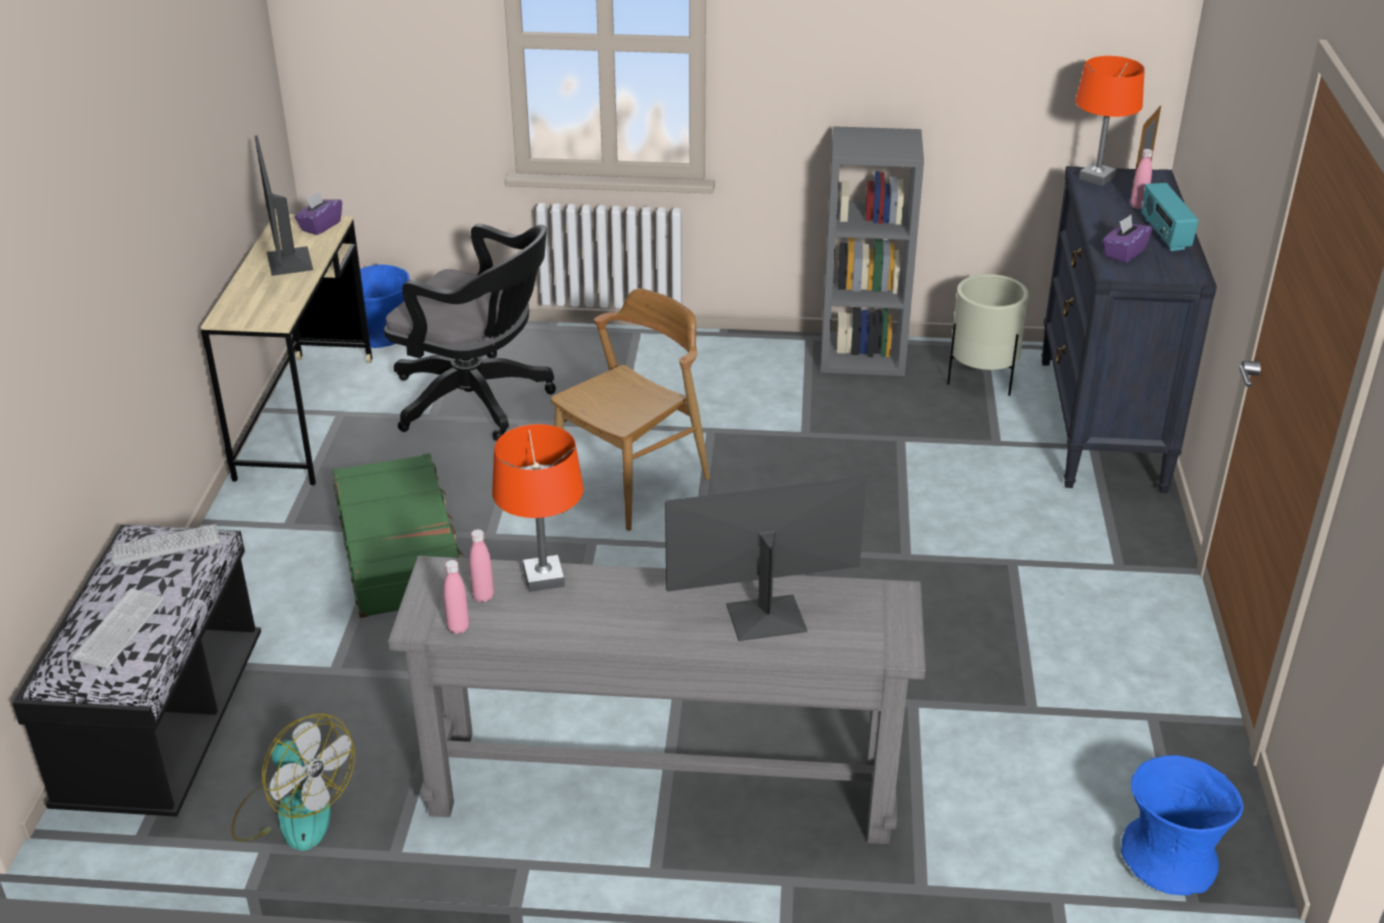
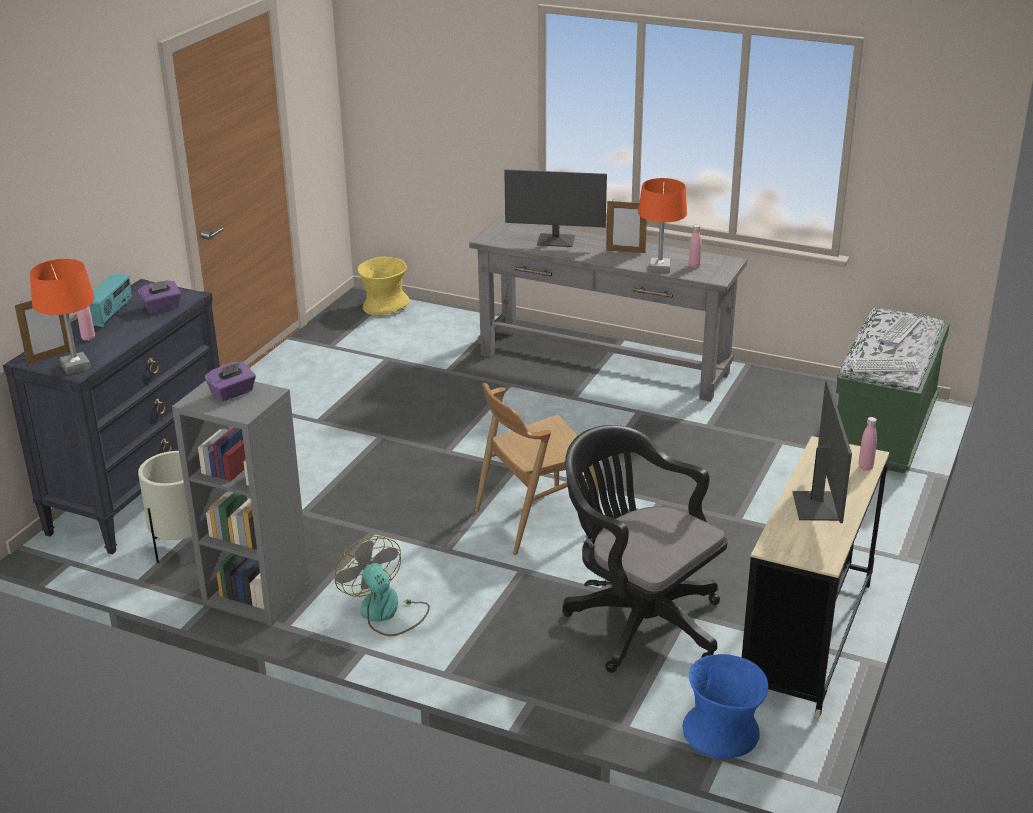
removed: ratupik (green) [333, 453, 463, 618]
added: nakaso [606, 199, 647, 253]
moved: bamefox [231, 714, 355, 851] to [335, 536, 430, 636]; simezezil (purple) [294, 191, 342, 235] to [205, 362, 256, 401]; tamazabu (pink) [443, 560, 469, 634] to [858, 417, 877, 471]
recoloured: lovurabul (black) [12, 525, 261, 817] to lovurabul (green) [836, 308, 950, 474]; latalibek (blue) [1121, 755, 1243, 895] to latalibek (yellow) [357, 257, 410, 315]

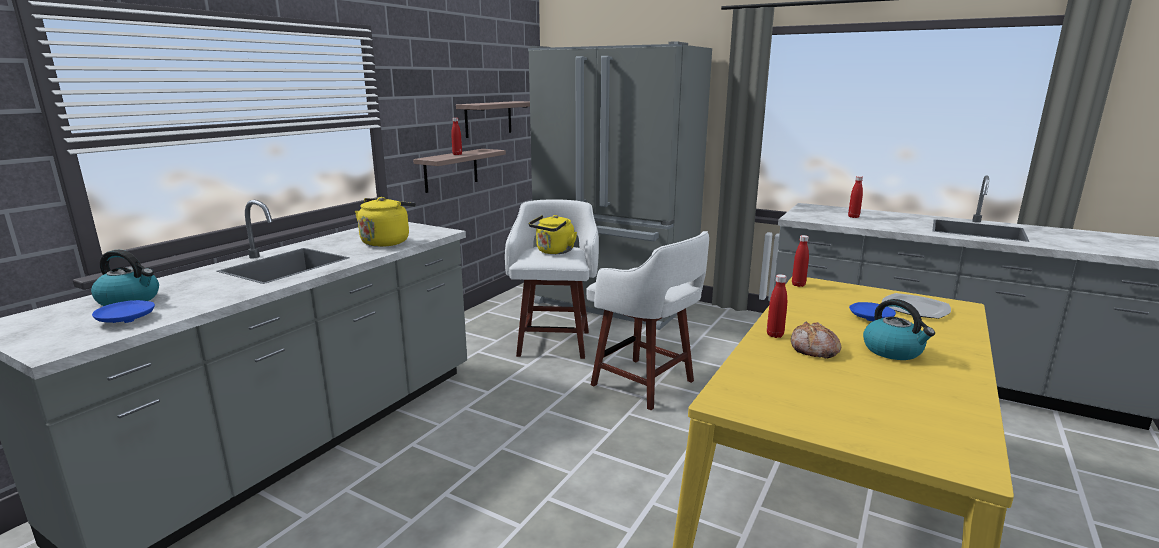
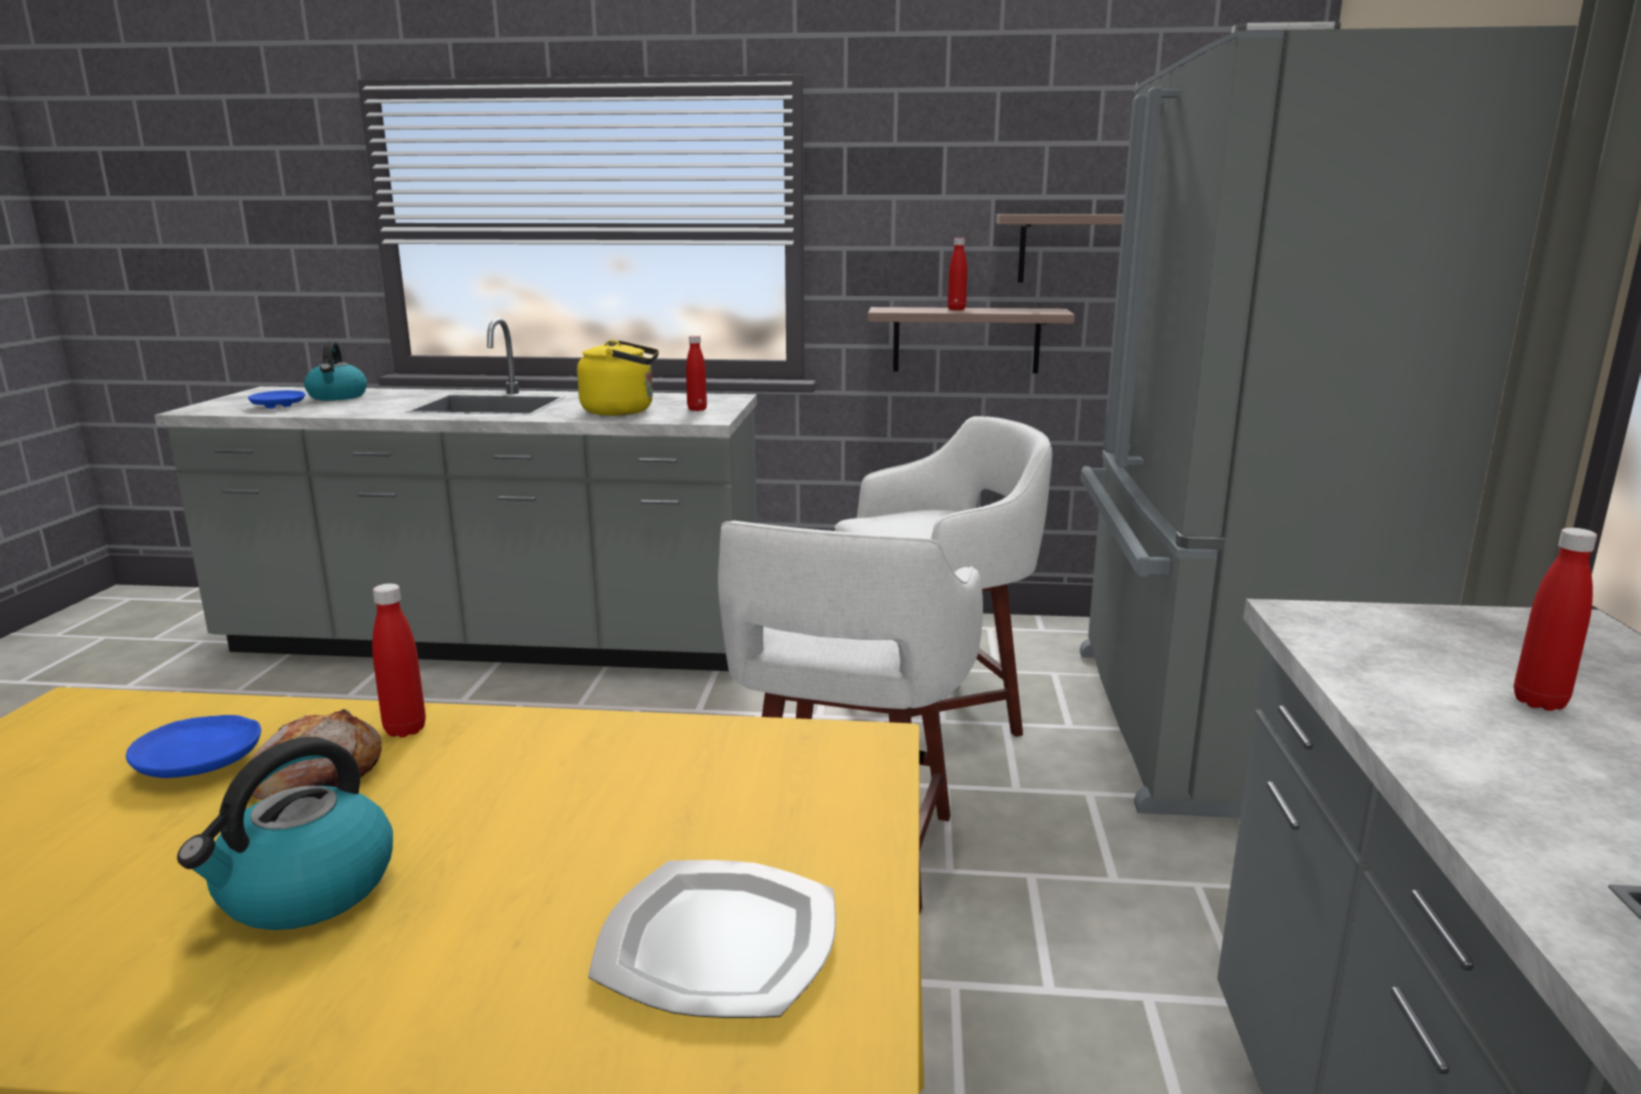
removed: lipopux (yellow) [529, 215, 577, 254]
moved: tamazabu (red) [792, 235, 809, 287] to [686, 335, 707, 411]; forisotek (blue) [849, 302, 896, 321] to [126, 715, 261, 778]

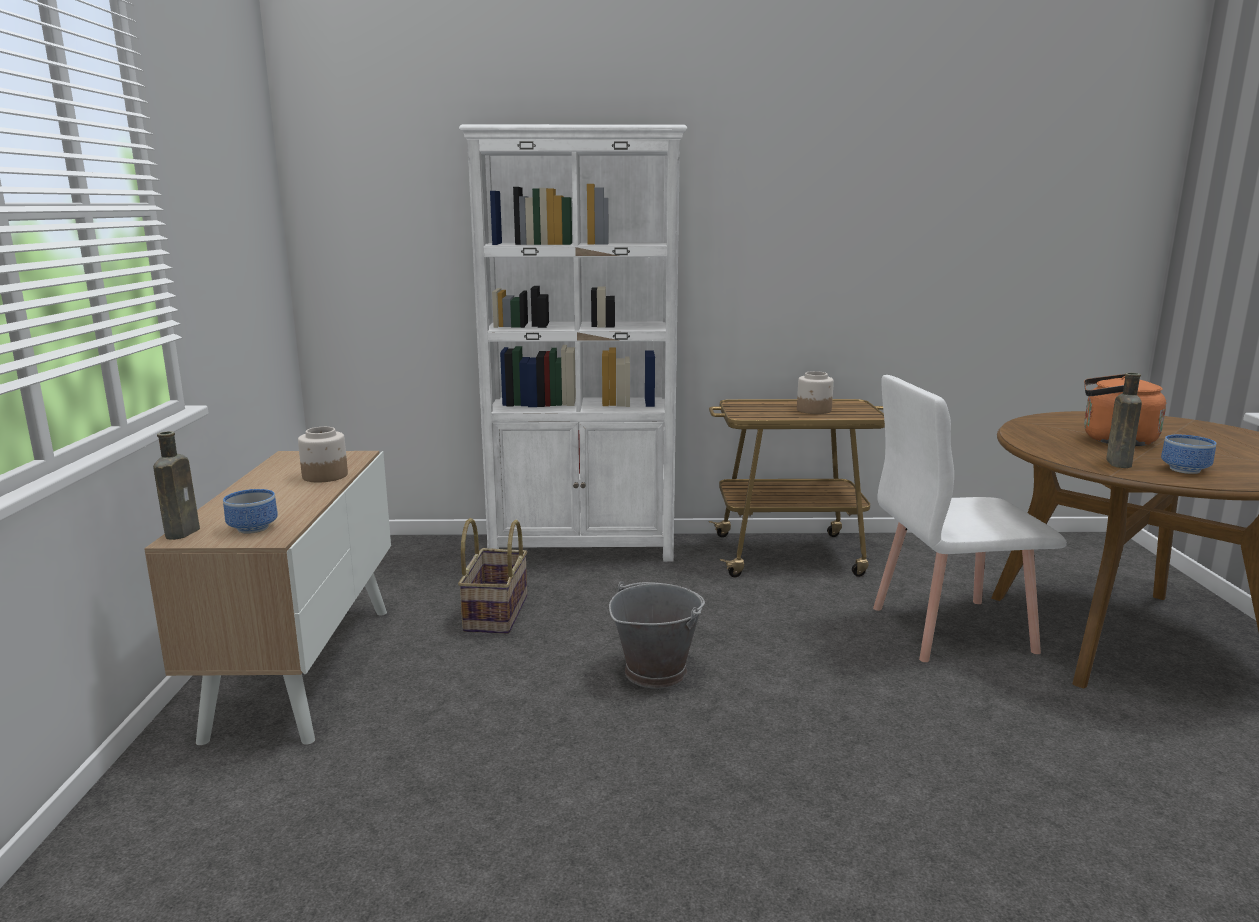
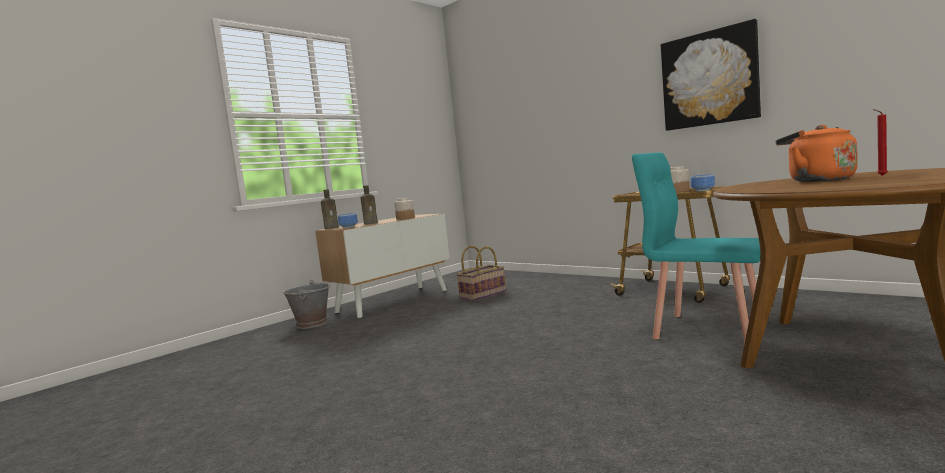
removed: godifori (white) [459, 124, 687, 562]
added: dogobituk [661, 19, 761, 131]; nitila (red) [873, 109, 888, 176]
moved: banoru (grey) [609, 581, 705, 689] to [282, 280, 331, 329]; tamazabu (brown) [1106, 373, 1142, 468] to [361, 185, 378, 225]; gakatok [1161, 435, 1216, 474] to [691, 174, 715, 191]
recoloured: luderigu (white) [873, 375, 1067, 662] to luderigu (turquoise) [632, 152, 760, 344]

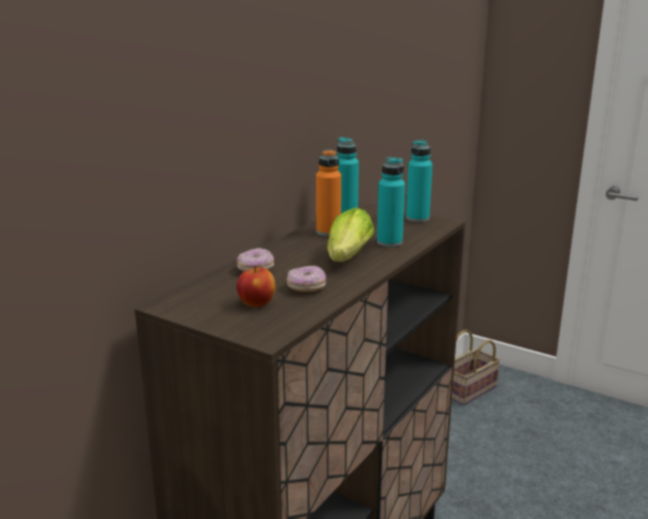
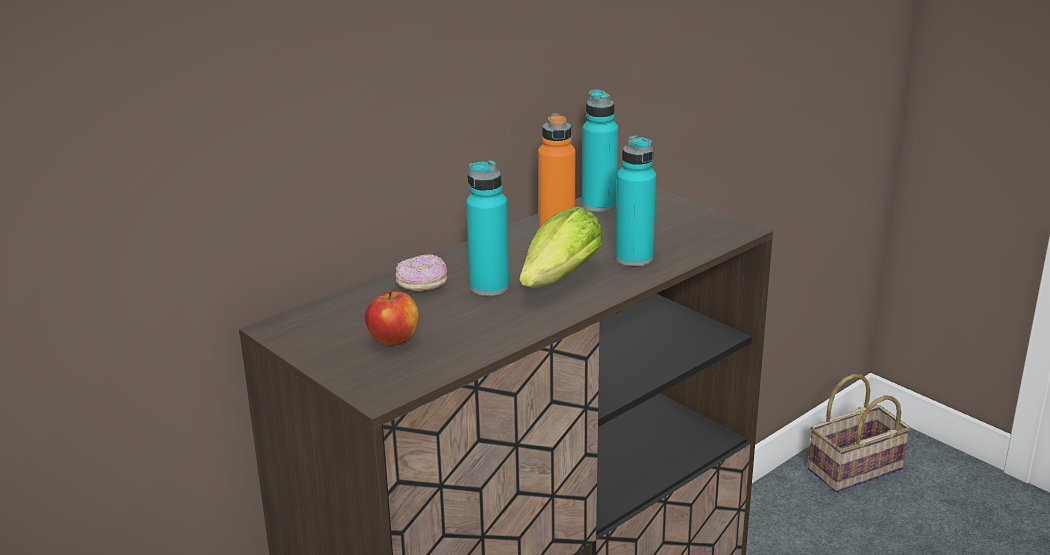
removed: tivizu [287, 265, 326, 292]
moved: tamazabu (turquoise) [406, 140, 433, 222] to [466, 160, 509, 296]

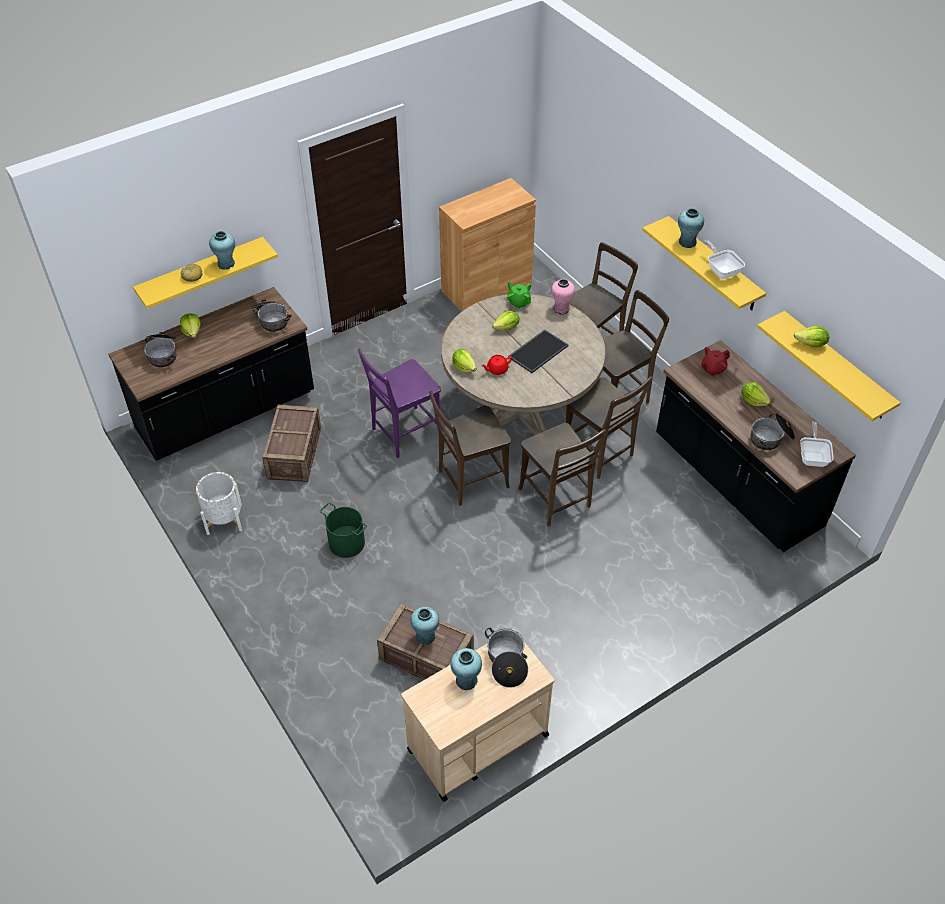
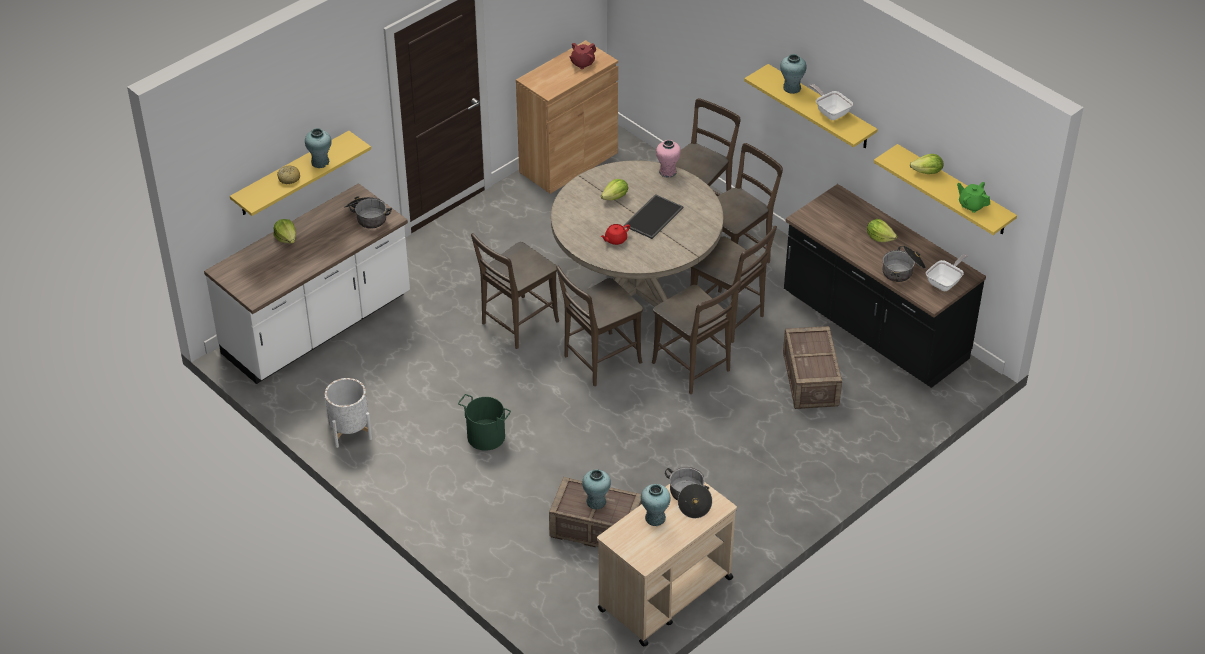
removed: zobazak [144, 332, 176, 367]; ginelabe [452, 349, 477, 372]
moved: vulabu [262, 404, 321, 482] to [783, 326, 842, 409]; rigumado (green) [507, 282, 531, 309] to [957, 182, 990, 213]; rigumado (red) [701, 347, 730, 376] to [569, 43, 596, 69]
recoloured: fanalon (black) [108, 287, 314, 461] to fanalon (white) [204, 183, 410, 384]; luderigu (purple) [358, 348, 441, 458] to luderigu (brown) [471, 233, 559, 349]
turned: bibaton [800, 422, 834, 467] = [926, 254, 968, 291] 45 degrees clockwise

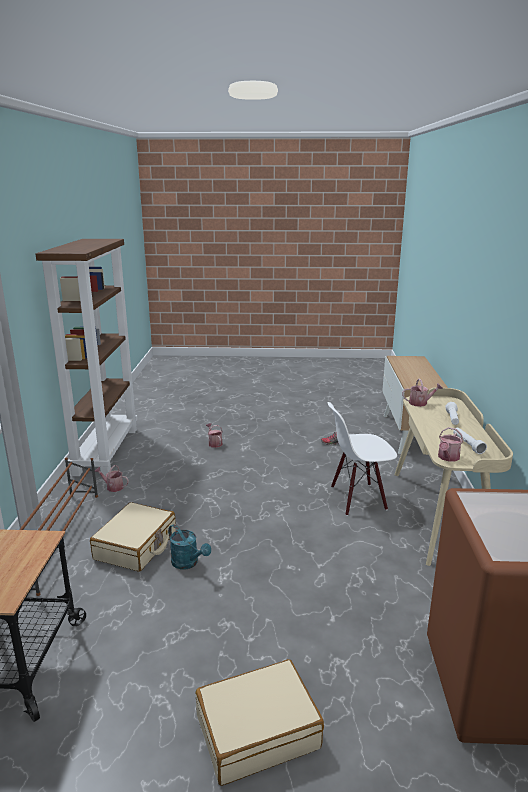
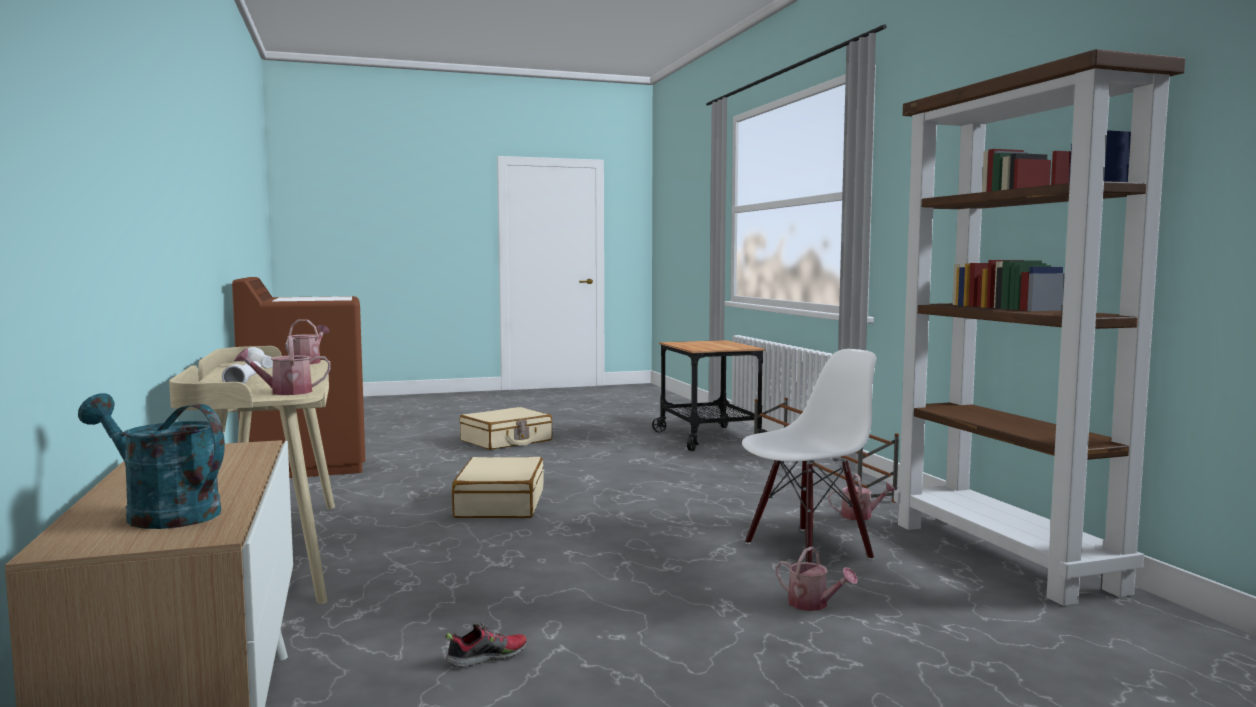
moved: ratupik (beige) [90, 502, 176, 572] to [452, 457, 543, 518]; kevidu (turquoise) [168, 524, 211, 569] to [78, 393, 225, 529]; luderigu (white) [328, 402, 397, 516] to [742, 349, 876, 563]

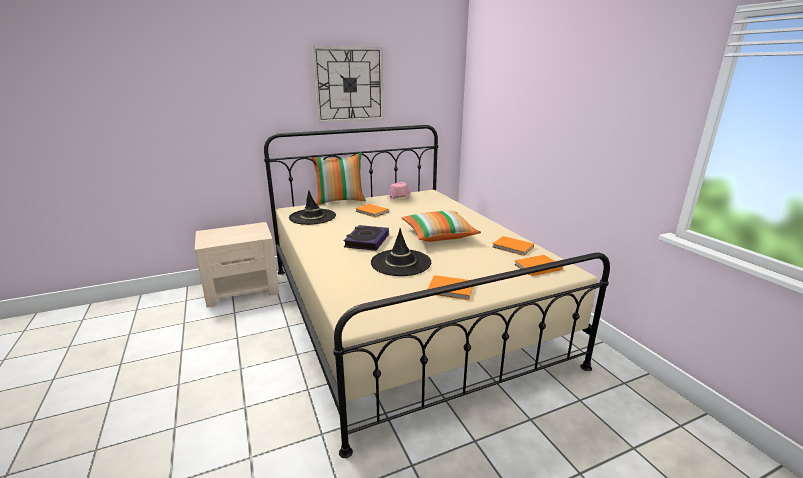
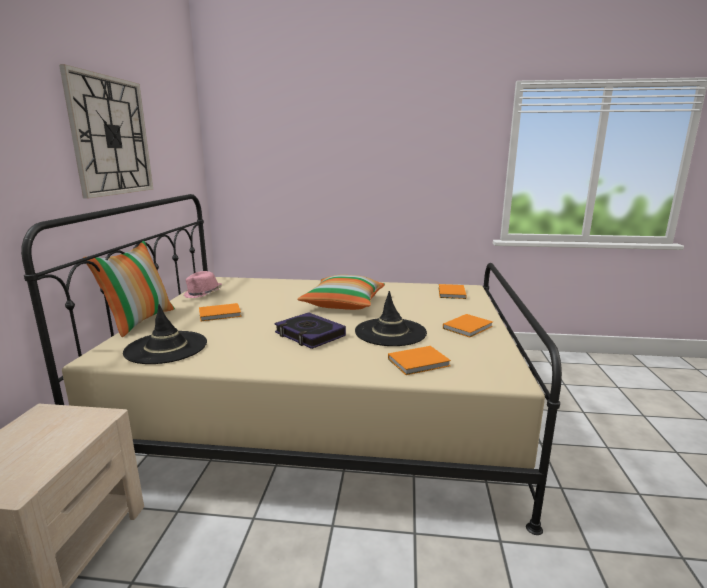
moved: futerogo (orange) [492, 236, 534, 256] to [388, 346, 451, 375]

